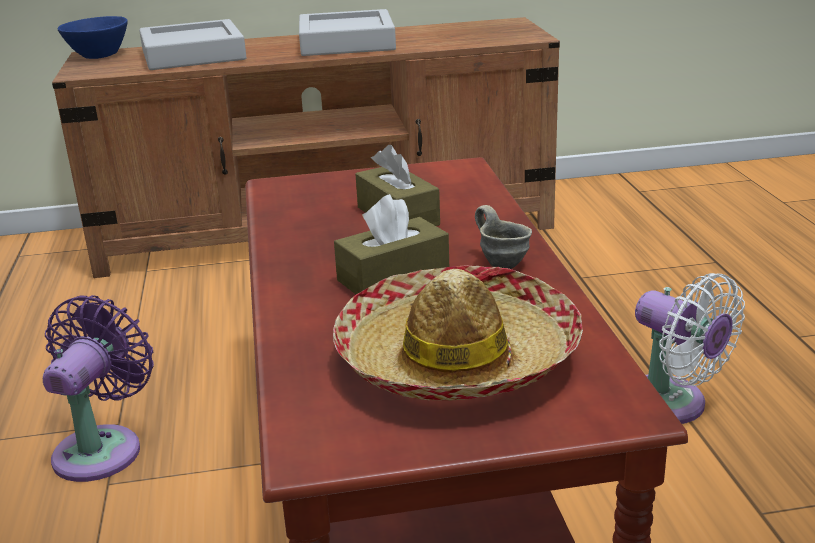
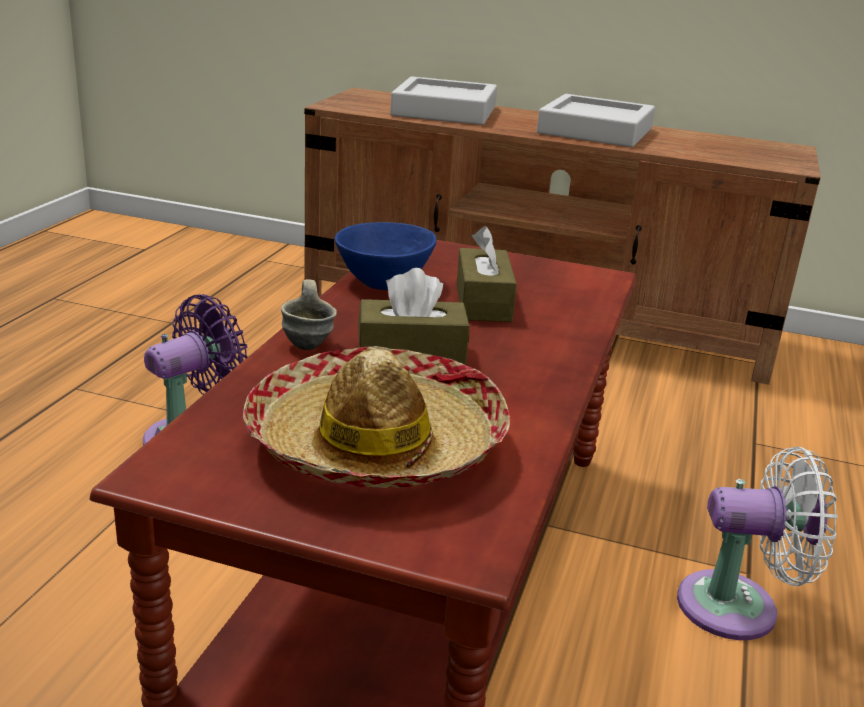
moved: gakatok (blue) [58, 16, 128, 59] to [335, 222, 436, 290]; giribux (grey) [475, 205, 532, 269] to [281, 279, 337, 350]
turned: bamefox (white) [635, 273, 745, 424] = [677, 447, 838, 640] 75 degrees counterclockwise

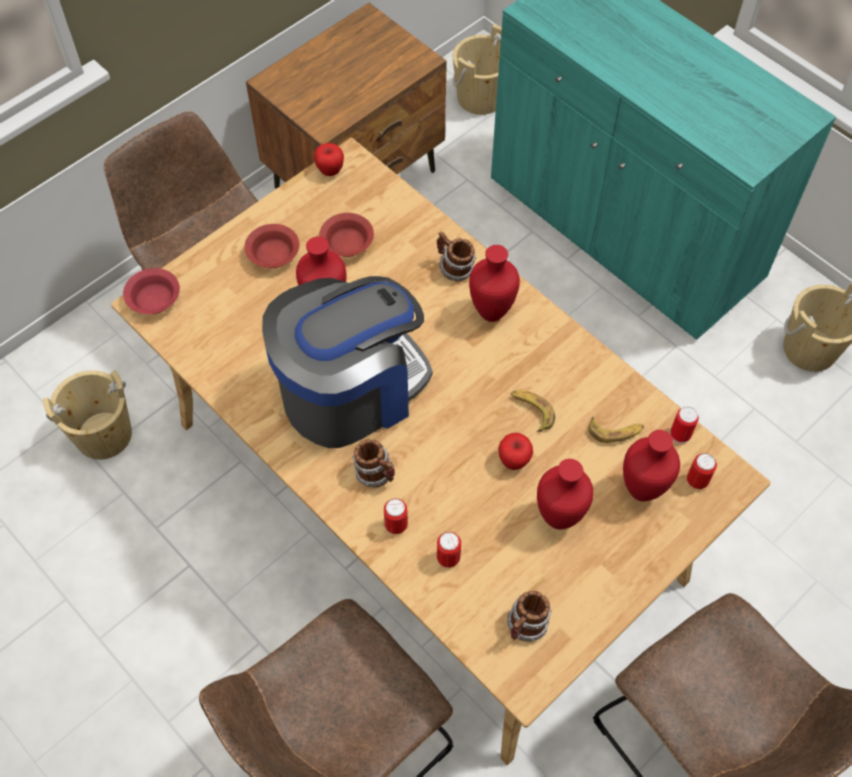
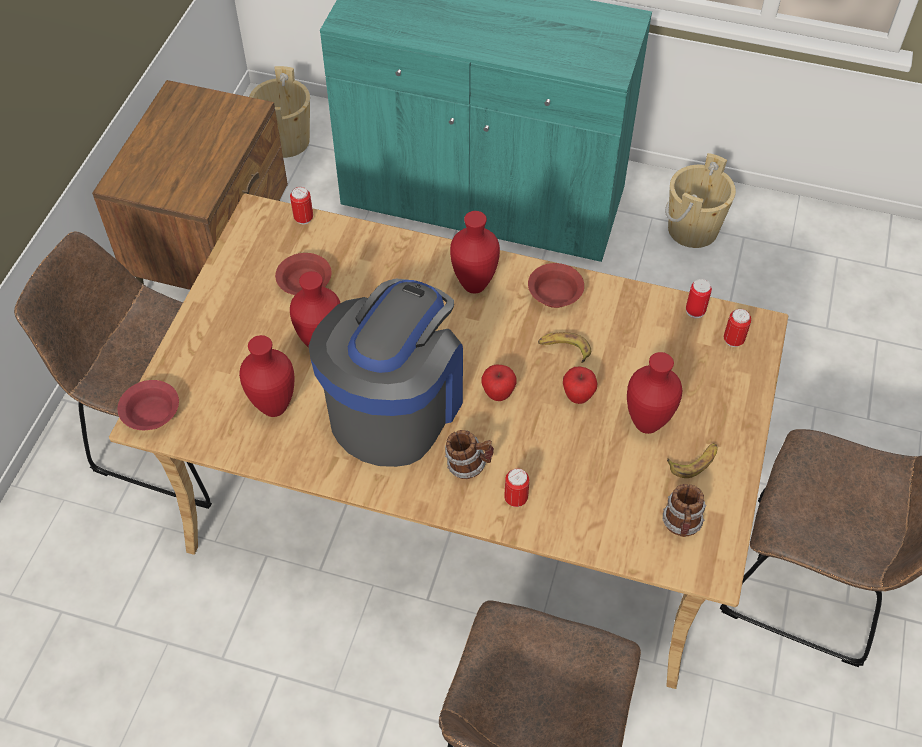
removed: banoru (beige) [43, 370, 132, 460]; giribux [437, 231, 476, 281]
moved: gakatok (red) [244, 224, 299, 268] to [528, 263, 584, 308]; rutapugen [314, 143, 344, 176] to [481, 365, 517, 401]; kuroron [437, 532, 461, 568] to [290, 187, 313, 224]; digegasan [588, 417, 644, 443] to [667, 443, 718, 478]; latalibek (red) [623, 430, 680, 501] to [239, 335, 294, 417]

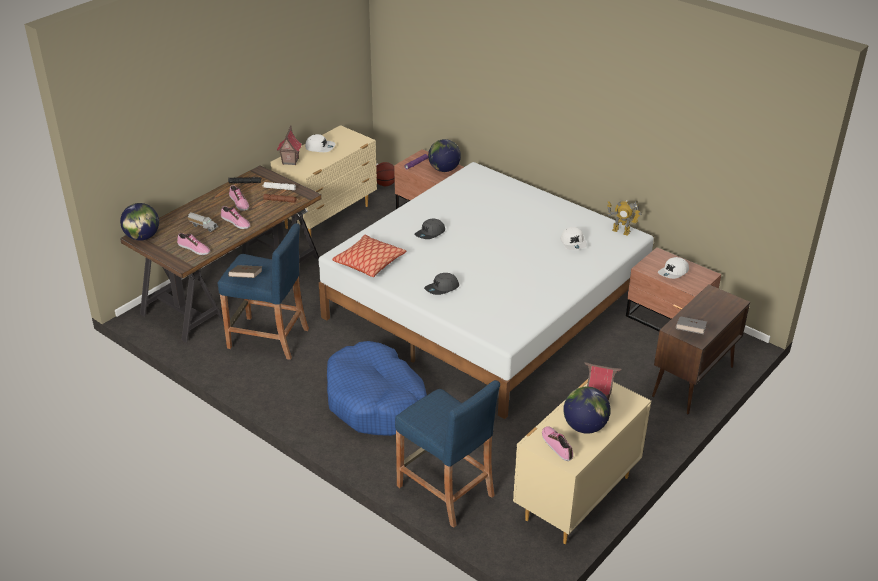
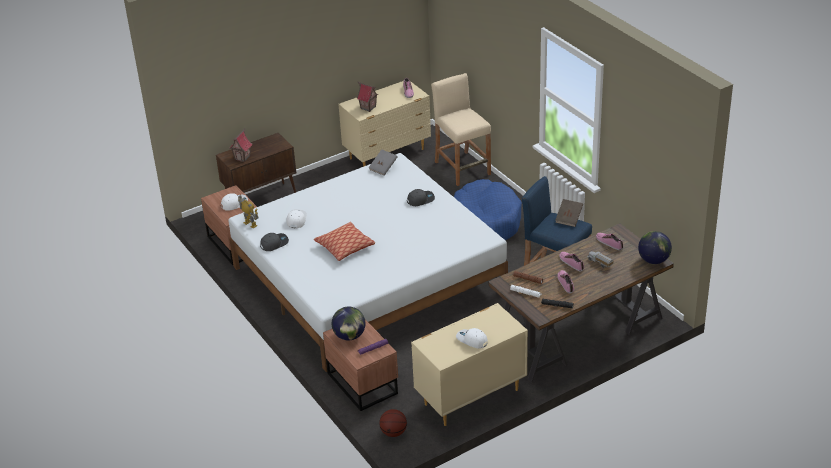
removed: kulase [563, 387, 611, 434]
moved: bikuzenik [277, 126, 302, 165] to [229, 128, 252, 162]; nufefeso [332, 234, 406, 277] to [314, 222, 375, 261]; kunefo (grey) [414, 219, 445, 239] to [260, 233, 289, 251]; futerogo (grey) [676, 316, 707, 334] to [368, 149, 398, 176]
recoloured: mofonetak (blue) [395, 380, 500, 528] to mofonetak (beige) [431, 73, 491, 186]

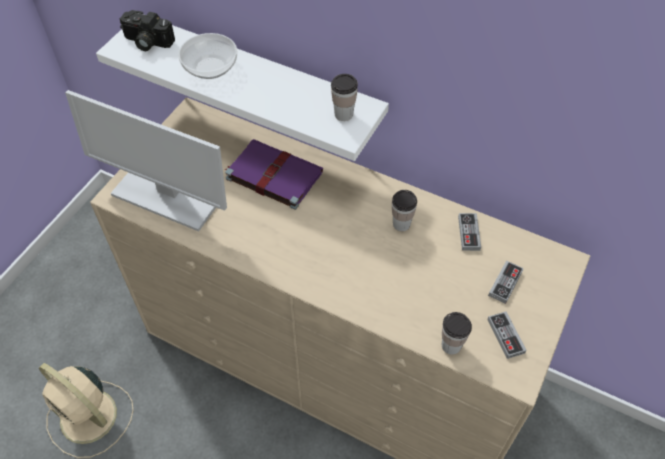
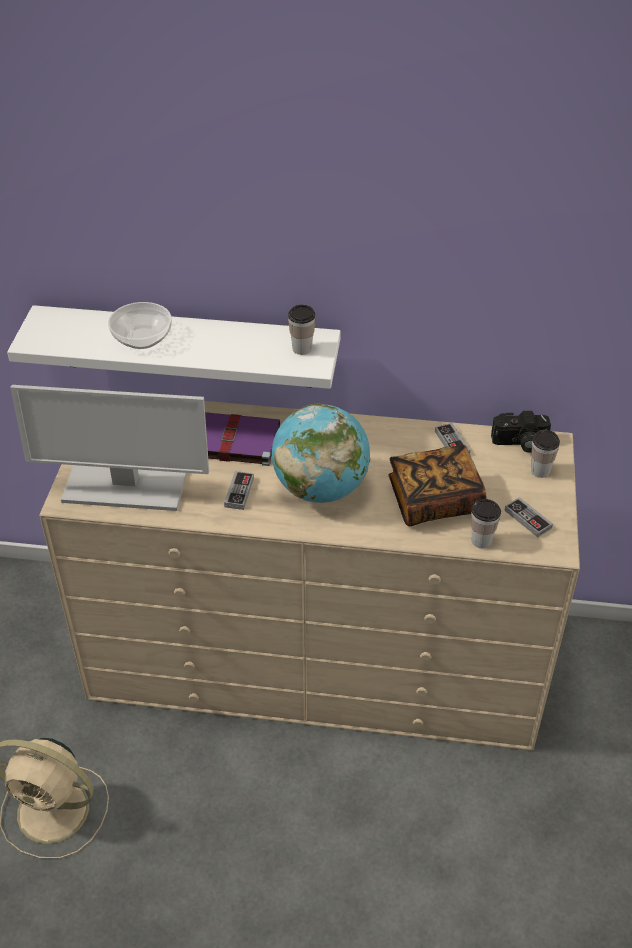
added: kulase [272, 404, 370, 503]; futerogo [388, 445, 487, 526]
moved: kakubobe [120, 10, 175, 51] to [491, 411, 551, 453]; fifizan [392, 190, 417, 231] to [531, 430, 560, 478]; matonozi [488, 260, 524, 304] to [224, 471, 254, 510]

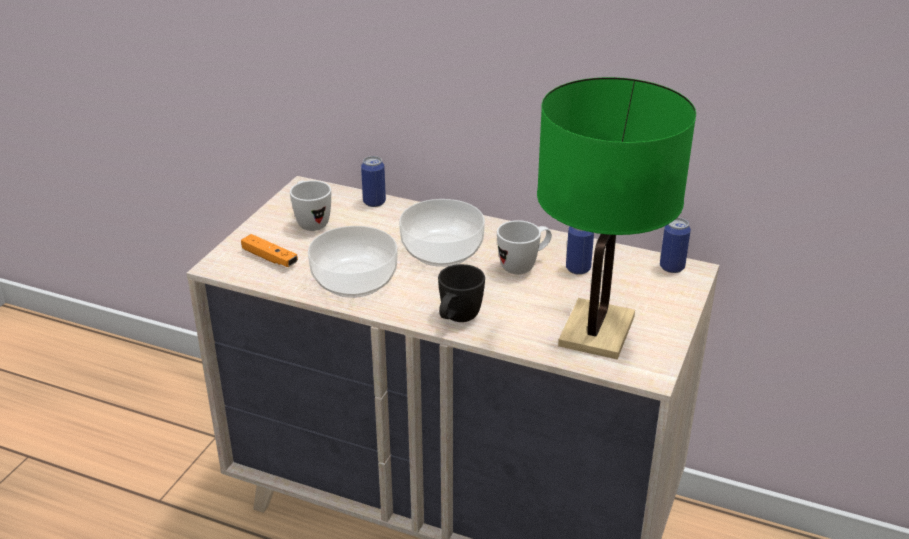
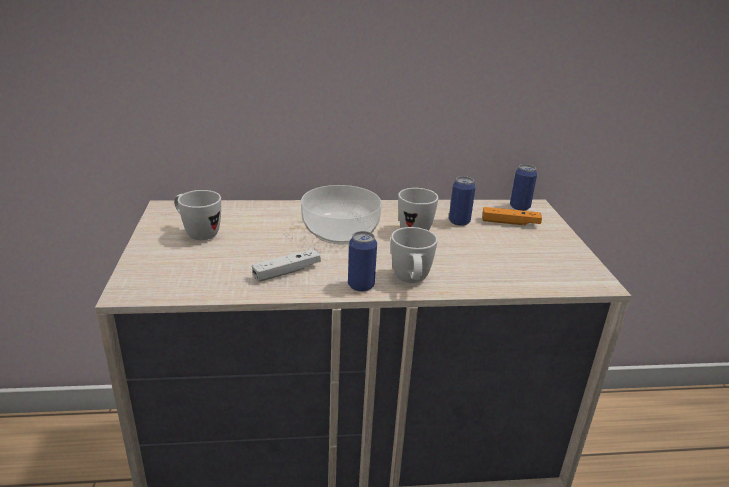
removed: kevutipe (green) [537, 77, 696, 360]
moved: matonozi (orange) [241, 234, 298, 267] to [482, 207, 542, 225]; kuroron [361, 156, 386, 207] to [348, 231, 377, 292]
replaced: gakatok [308, 226, 398, 298] to matonozi (white) [252, 249, 320, 282]
recoloured: giribux (black) [438, 264, 485, 322] to giribux (white) [391, 227, 438, 283]

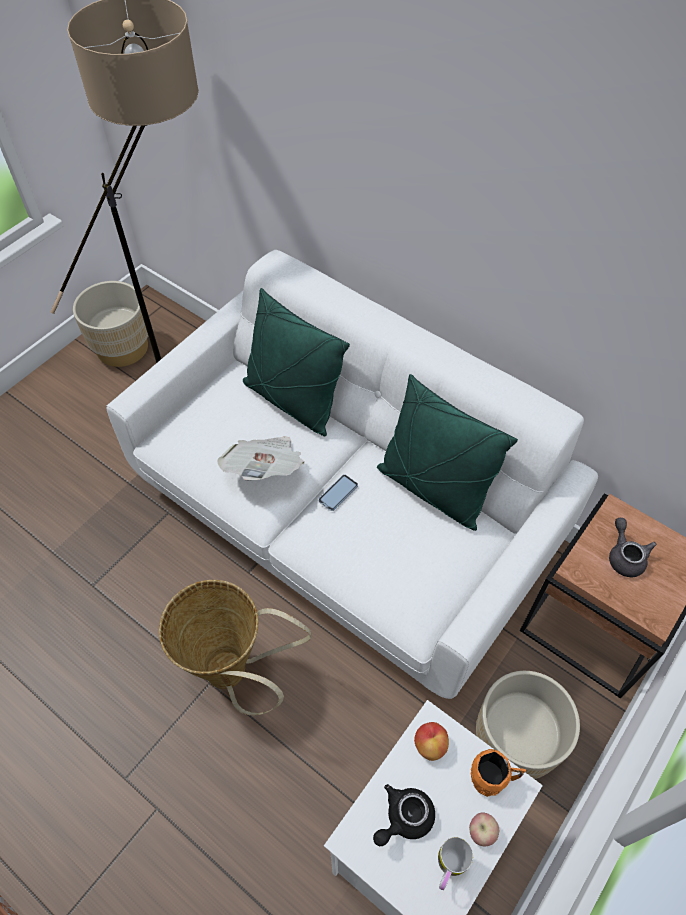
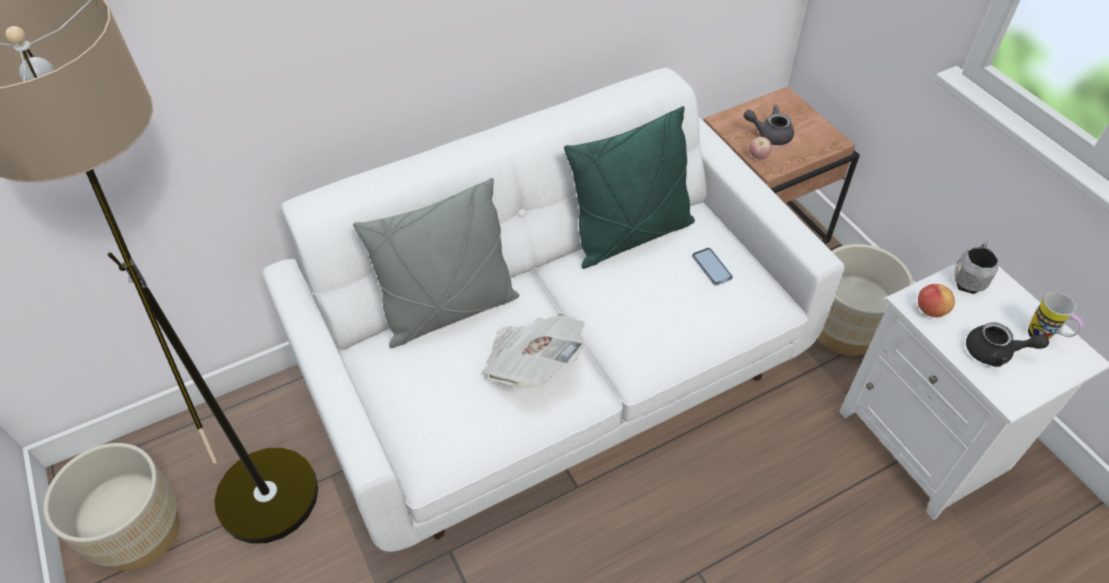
removed: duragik [159, 580, 311, 716]
moved: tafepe [318, 475, 358, 511] to [692, 248, 733, 286]; rutapugen [469, 812, 499, 846] to [749, 137, 772, 159]
recoloured: nufefeso (green) [243, 288, 350, 436] to nufefeso (grey) [353, 178, 519, 348]; giribux (orange) [471, 749, 526, 797] to giribux (grey) [954, 238, 1000, 294]
turned: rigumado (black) [373, 784, 435, 846] = [966, 322, 1049, 367] 60 degrees counterclockwise

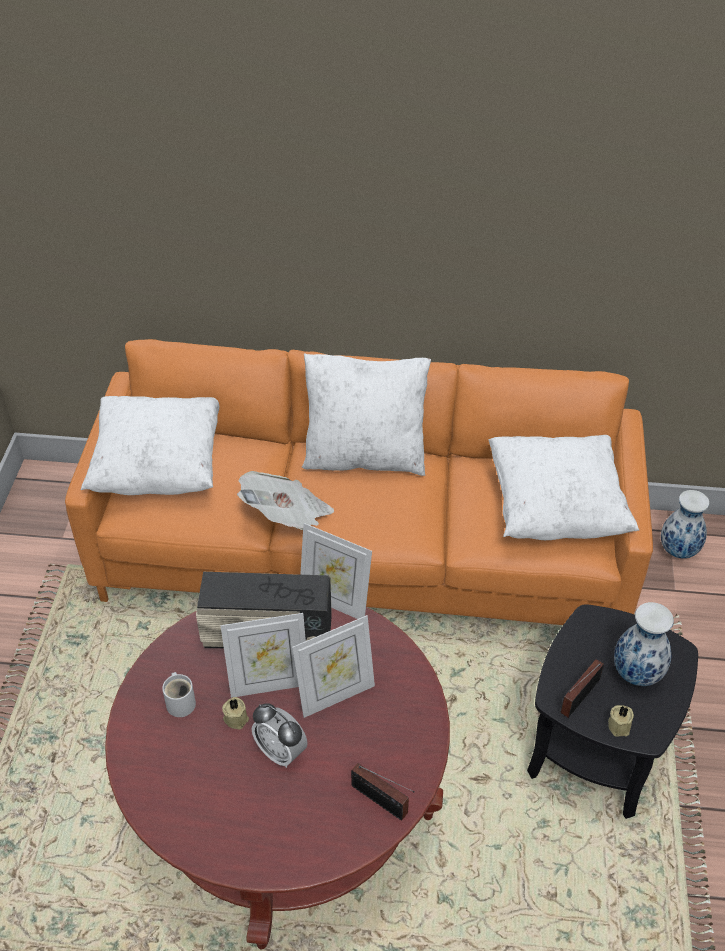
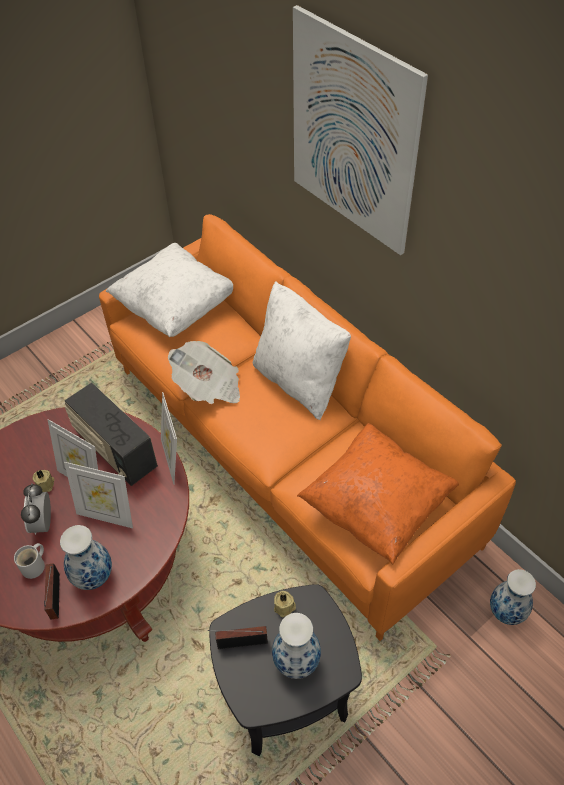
added: latalibek [60, 525, 112, 590]; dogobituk [293, 5, 428, 255]
moved: giribux (white) [162, 672, 196, 717] to [14, 543, 45, 579]; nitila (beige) [608, 705, 634, 737] to [274, 591, 296, 617]
recoloured: nufefeso (white) [489, 435, 639, 540] to nufefeso (orange) [297, 423, 459, 564]

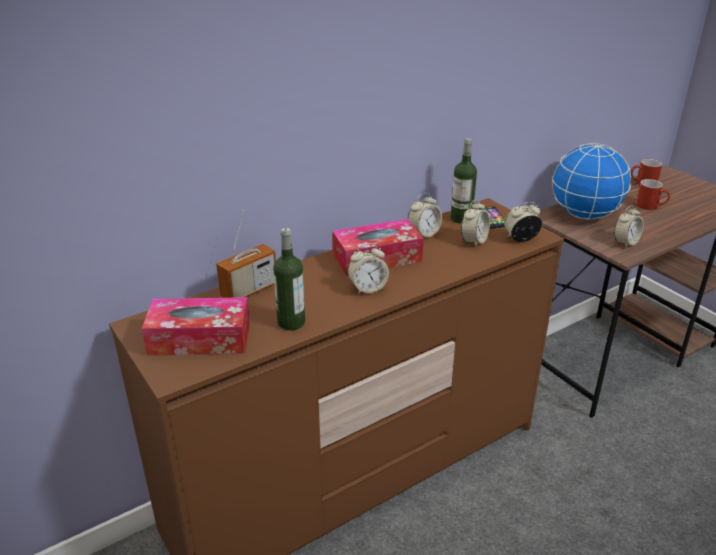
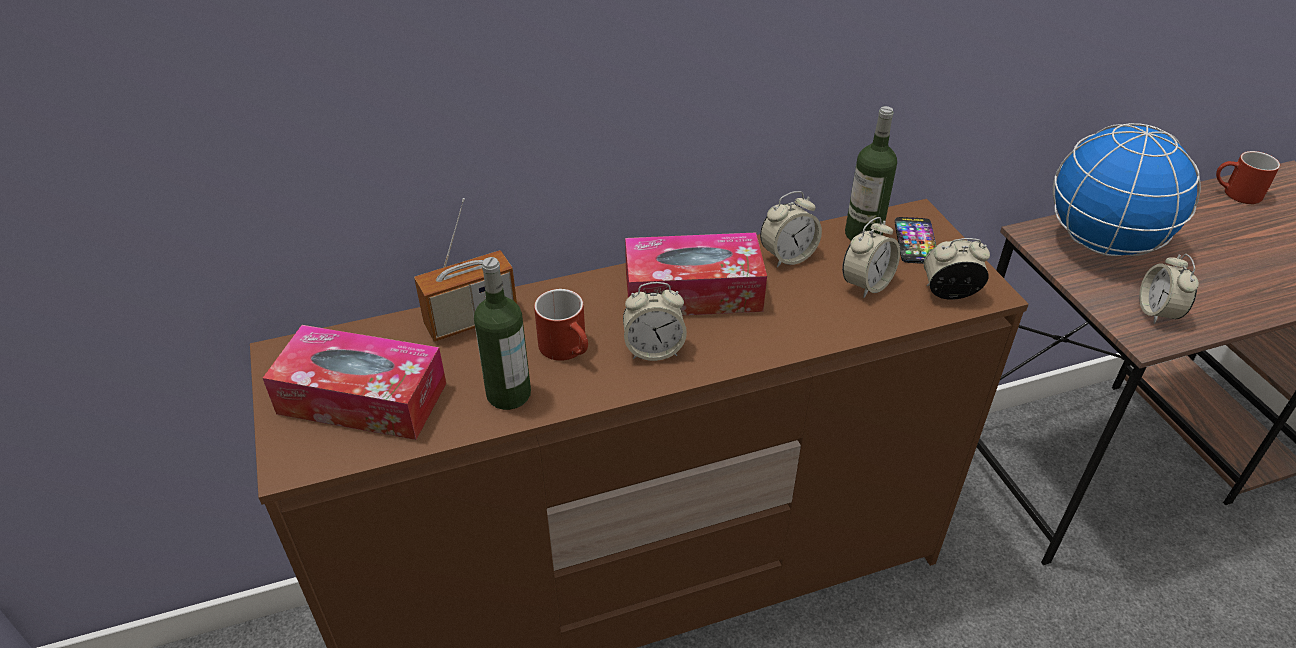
moved: giribux (red) [636, 179, 671, 210] to [534, 289, 588, 361]
turned: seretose [614, 205, 644, 248] = [1139, 254, 1199, 324] 120 degrees clockwise

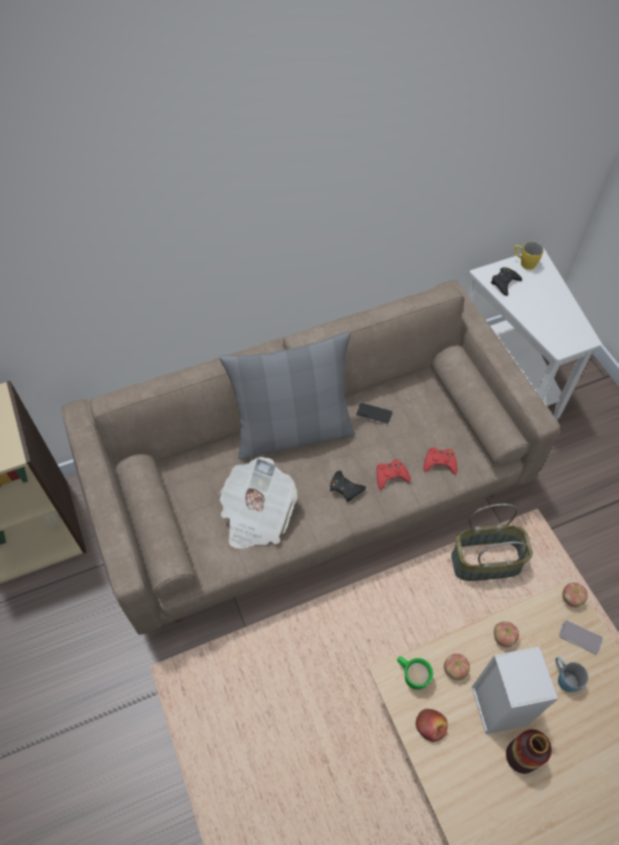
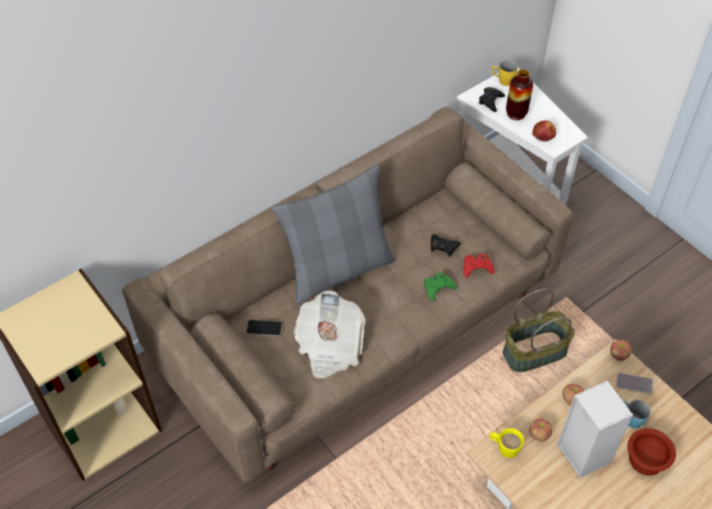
added: gakatok (brown) [628, 428, 676, 475]
moved: matonozi (black) [330, 471, 366, 502] to [431, 234, 461, 257]; tafepe [356, 402, 393, 425] to [246, 320, 282, 336]; rutapugen [416, 709, 448, 742] to [532, 121, 556, 141]; latalibek [506, 729, 552, 774] to [506, 69, 533, 120]
recoloured: matonozi (red) [376, 460, 411, 490] to matonozi (green) [424, 272, 457, 301]; giribux (green) [397, 656, 433, 690] to giribux (yellow) [489, 428, 524, 458]

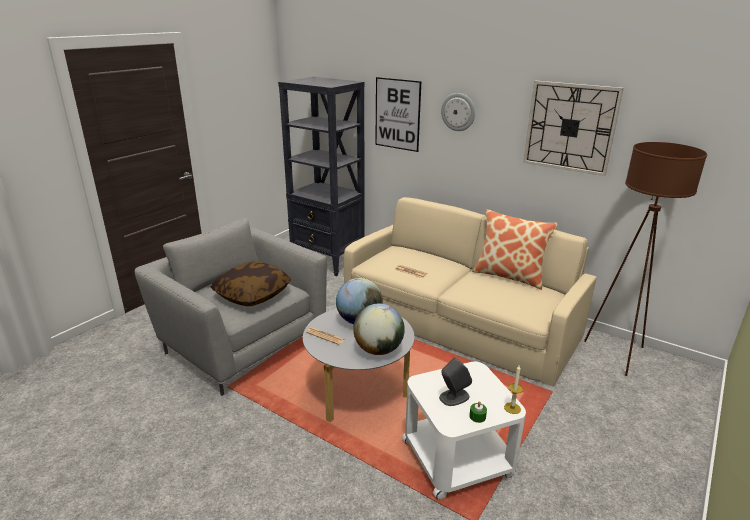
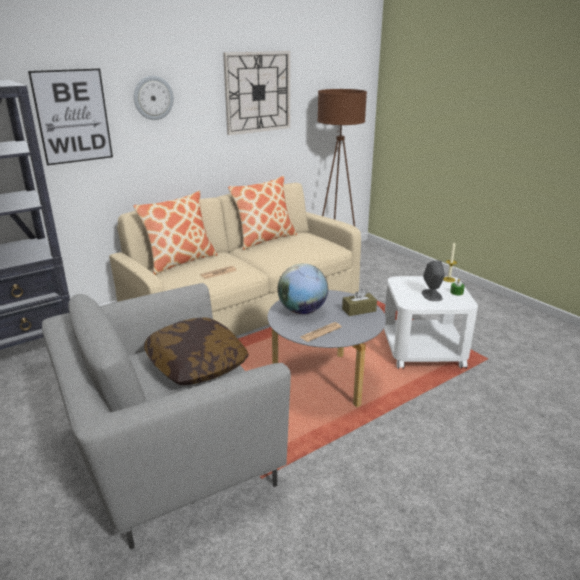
added: nufefeso [133, 191, 217, 275]
replaced: kulase [353, 303, 405, 355] to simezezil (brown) [342, 287, 377, 316]

